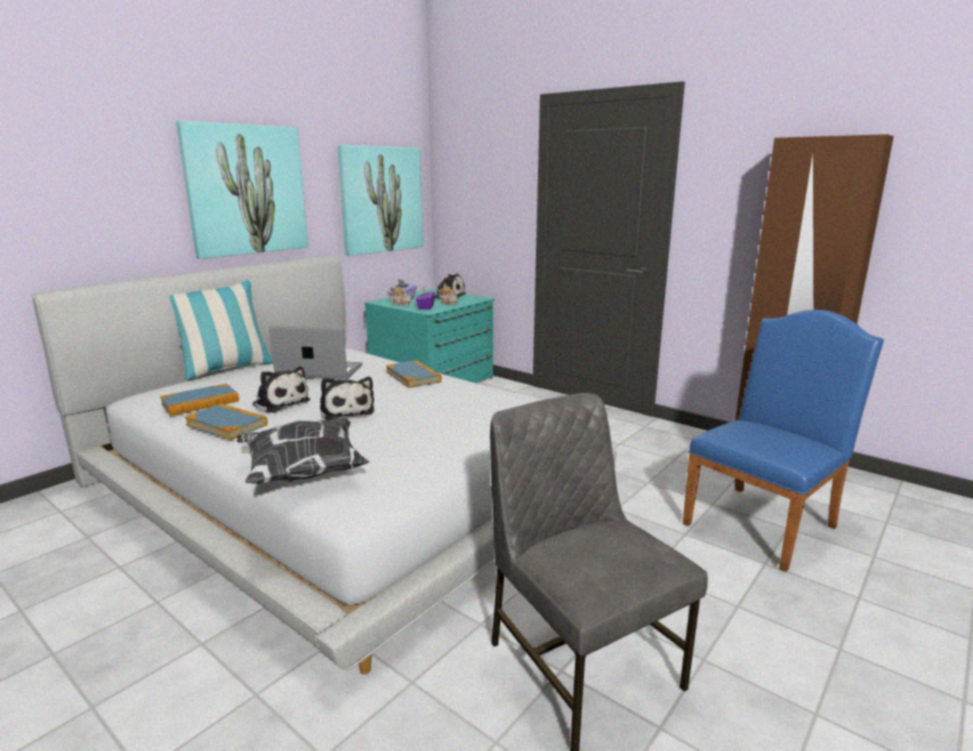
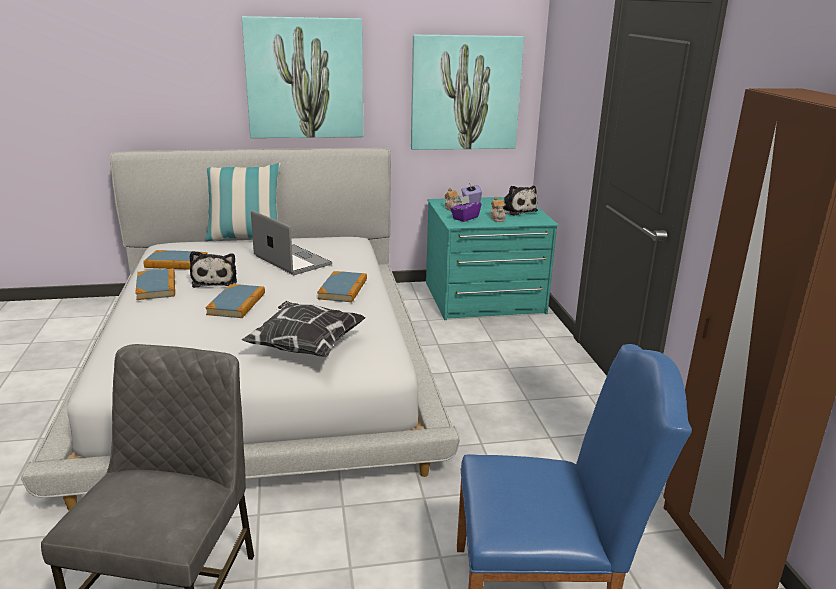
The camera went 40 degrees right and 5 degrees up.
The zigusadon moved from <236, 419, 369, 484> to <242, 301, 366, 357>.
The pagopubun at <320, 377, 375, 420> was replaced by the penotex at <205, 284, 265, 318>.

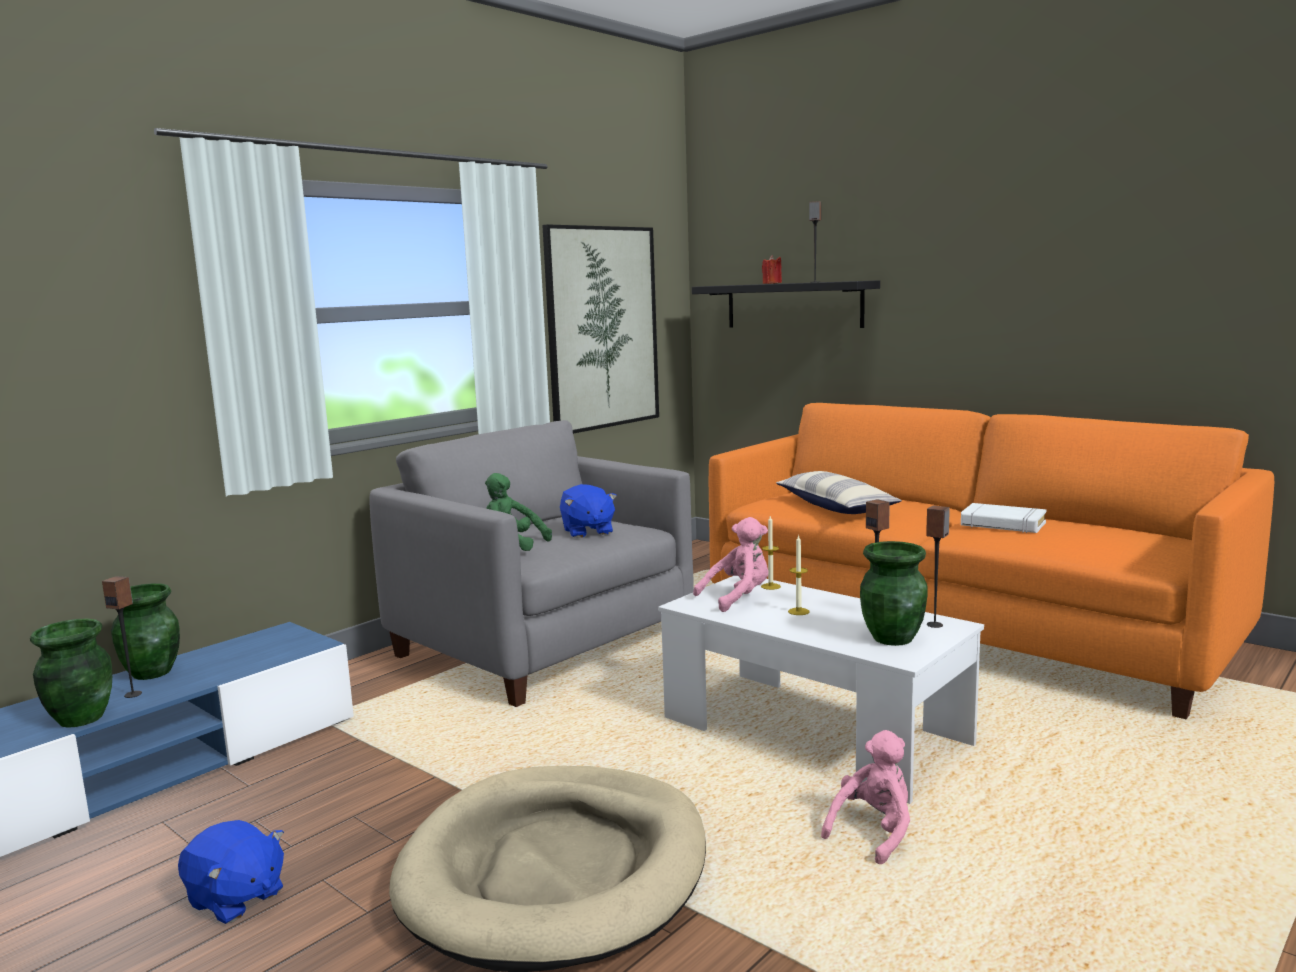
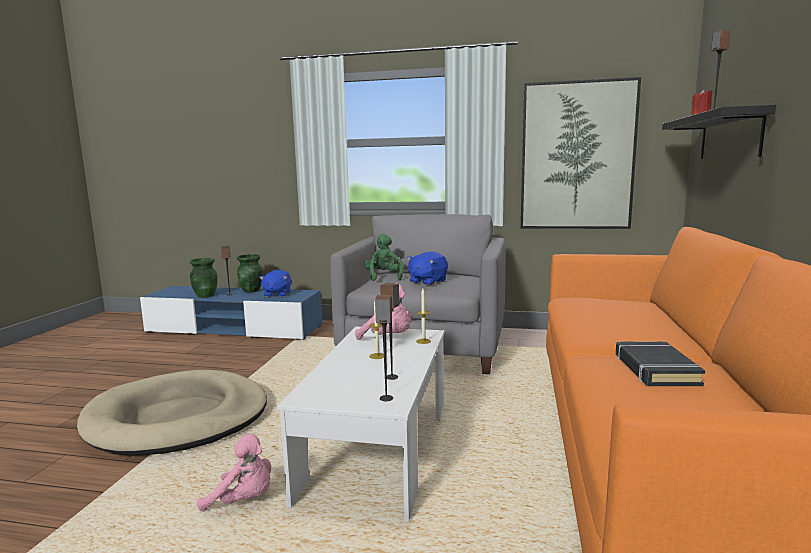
The camera went 60 degrees right and 0 degrees up.
The zigusadon at <776, 471, 902, 514> disappeared.
The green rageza at <860, 541, 927, 646> disappeared.
The blue pagopubun moved from <178, 820, 284, 924> to <259, 270, 291, 297>.
The white penotex at <961, 503, 1047, 533> became the black penotex at <616, 341, 705, 386>.

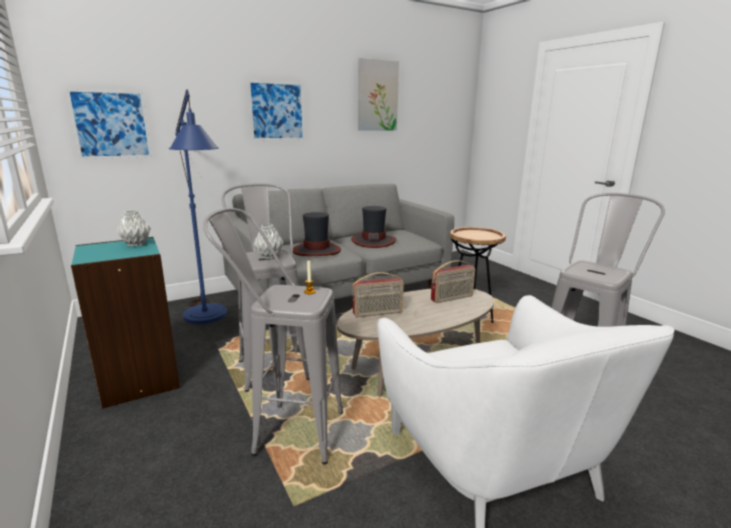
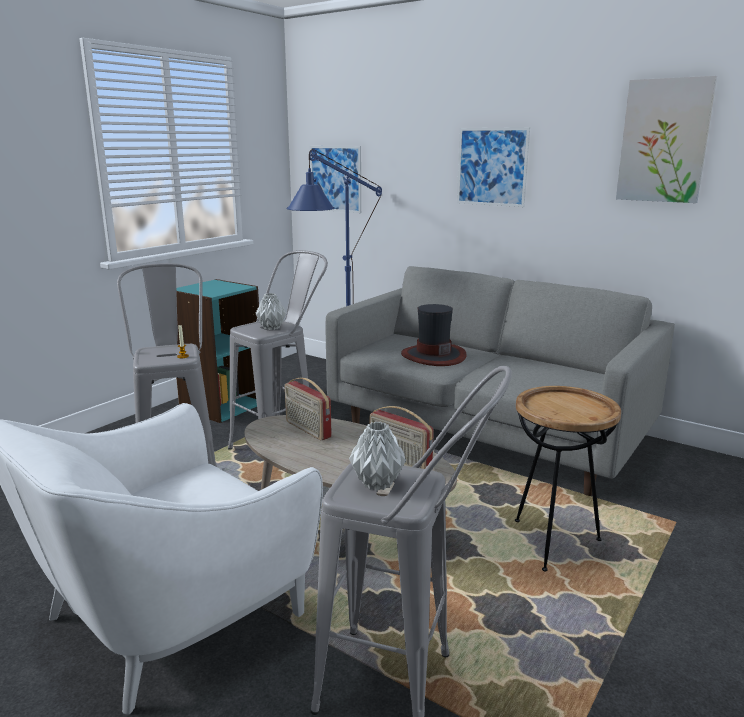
The camera went 65 degrees right and 0 degrees up.
The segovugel at <351, 206, 396, 248> disappeared.
The grey rageza moved from <117, 210, 151, 247> to <349, 422, 406, 491>.

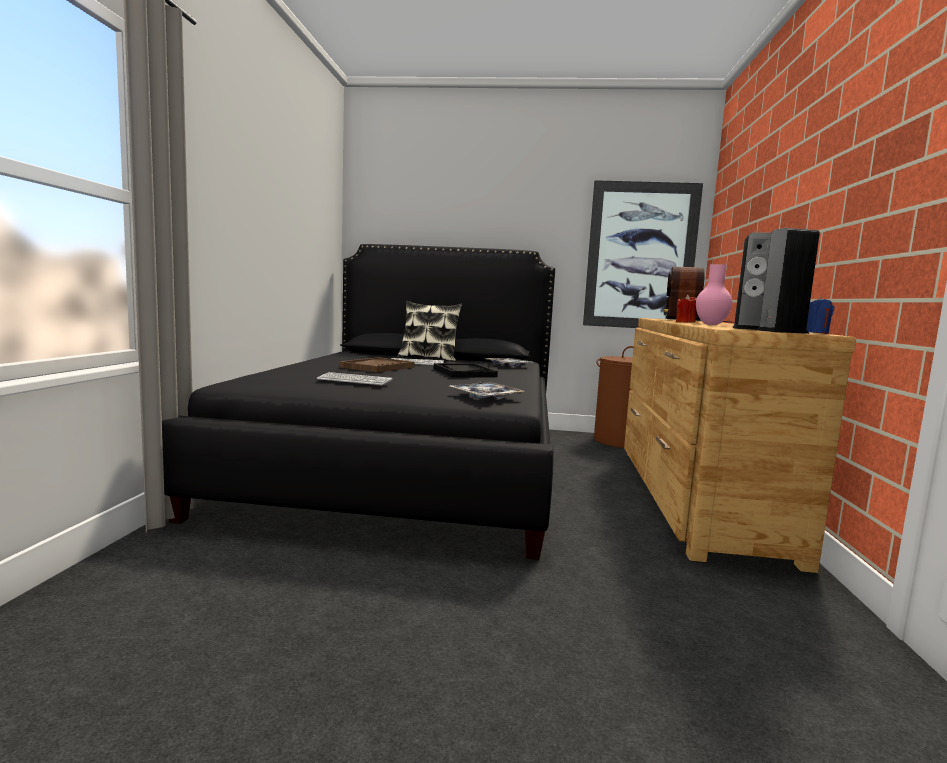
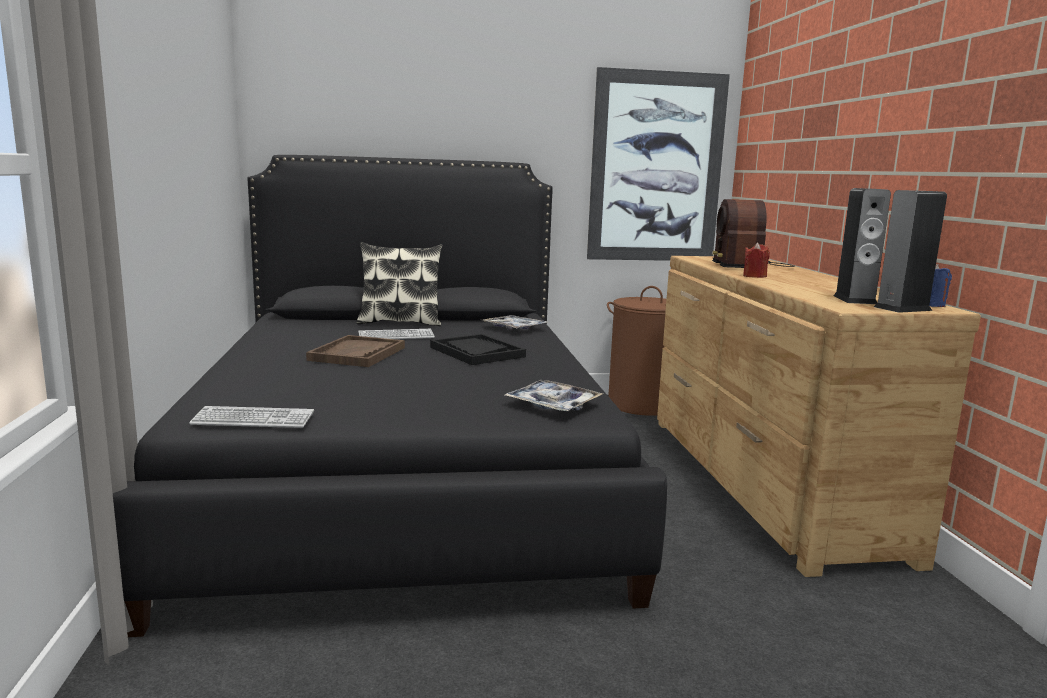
The camera went 15 degrees left and 5 degrees up.
The pink rageza at <696, 264, 732, 325> disappeared.
The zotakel moved from <317, 372, 393, 385> to <189, 406, 314, 428>.

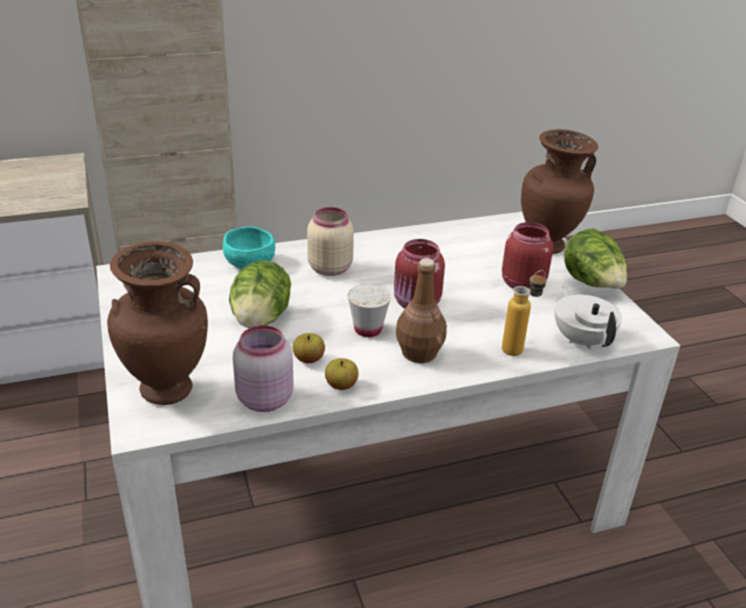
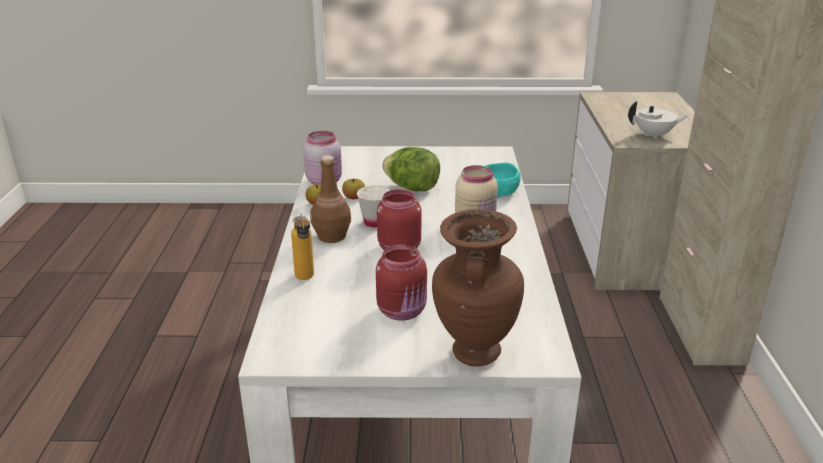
The camera went 110 degrees right and 5 degrees down.
The brown rageza at <107, 241, 208, 405> disappeared.
The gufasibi at <564, 229, 627, 288> disappeared.
The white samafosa moved from <554, 286, 622, 349> to <628, 101, 689, 139>.

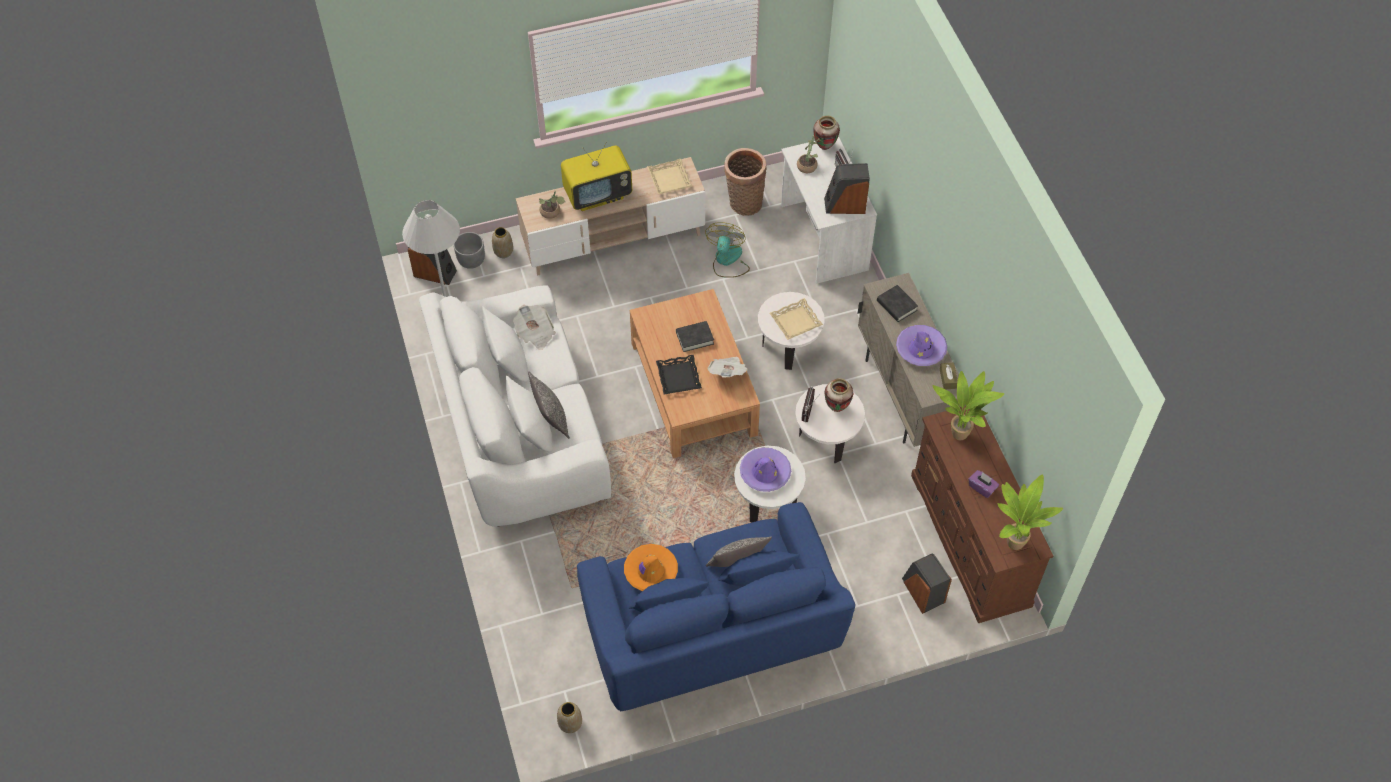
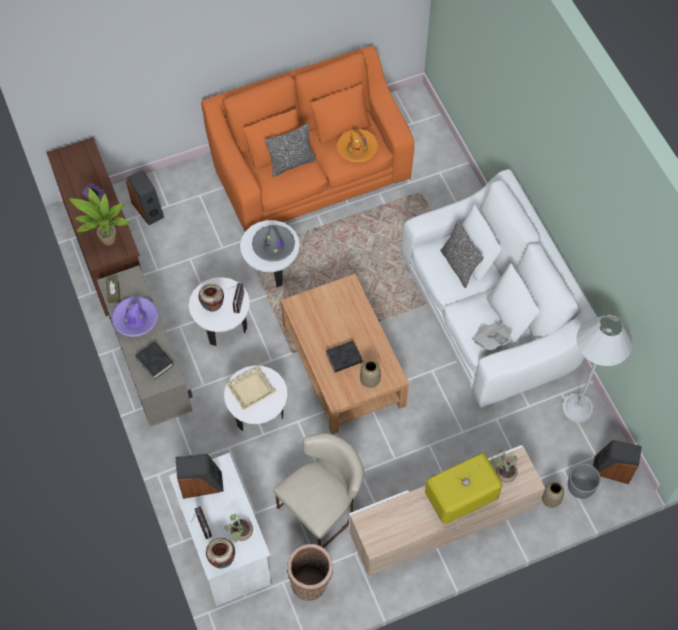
The camera went 175 degrees right and 5 degrees up.
The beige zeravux at <647, 159, 692, 195> disappeared.
The black zeravux at <656, 355, 702, 395> disappeared.
The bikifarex at <707, 357, 748, 378> disappeared.
The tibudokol at <998, 474, 1063, 550> disappeared.
The rageza moved from <557, 702, 582, 733> to <360, 361, 381, 388>.
The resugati at <705, 222, 750, 278> was replaced by the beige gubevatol at <273, 433, 364, 548>.
The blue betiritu at <577, 502, 855, 711> became the orange betiritu at <201, 46, 414, 231>.
The purple segovugel at <740, 448, 791, 492> became the grey segovugel at <252, 225, 295, 261>.

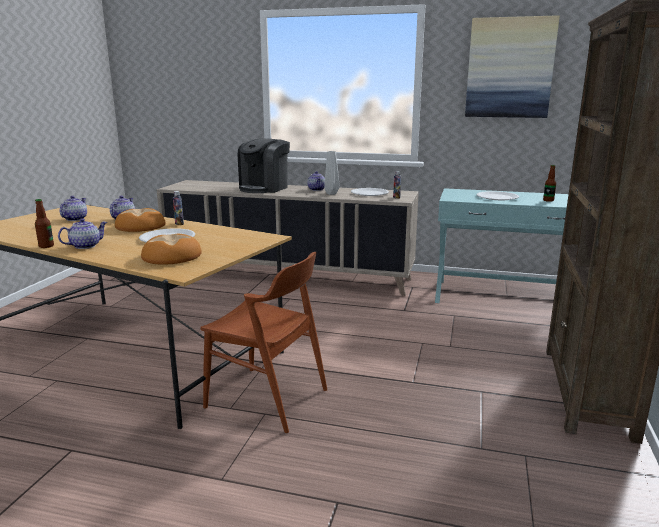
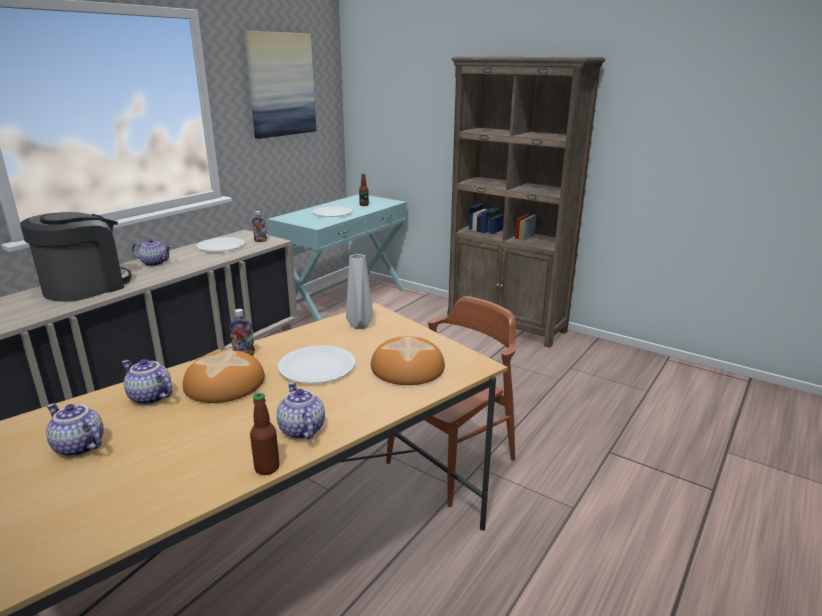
The camera went 70 degrees left and 5 degrees up.
The grey rageza moved from <324, 151, 340, 195> to <346, 254, 373, 329>.
The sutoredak at <237, 139, 290, 193> turned 105 degrees counterclockwise.

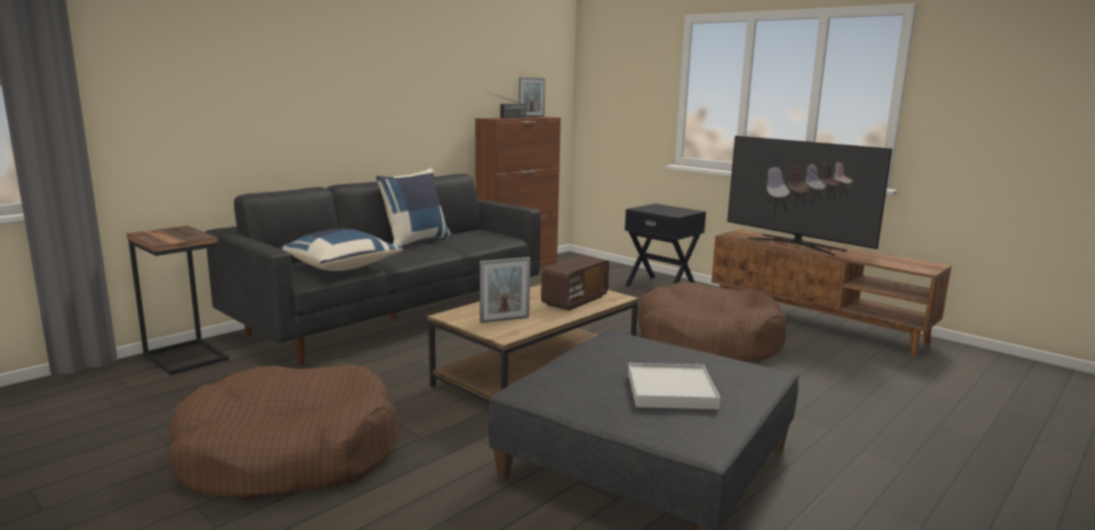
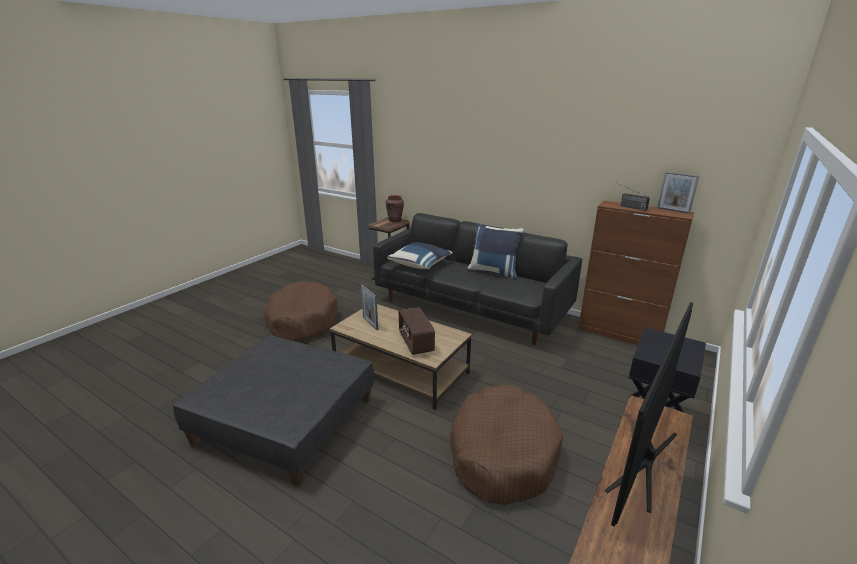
The camera went 80 degrees right and 10 degrees up.
The white zeravux at <628, 363, 721, 409> disappeared.
The brown rageza at <386, 195, 404, 222> appeared.
The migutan at <541, 255, 609, 311> turned 45 degrees clockwise.

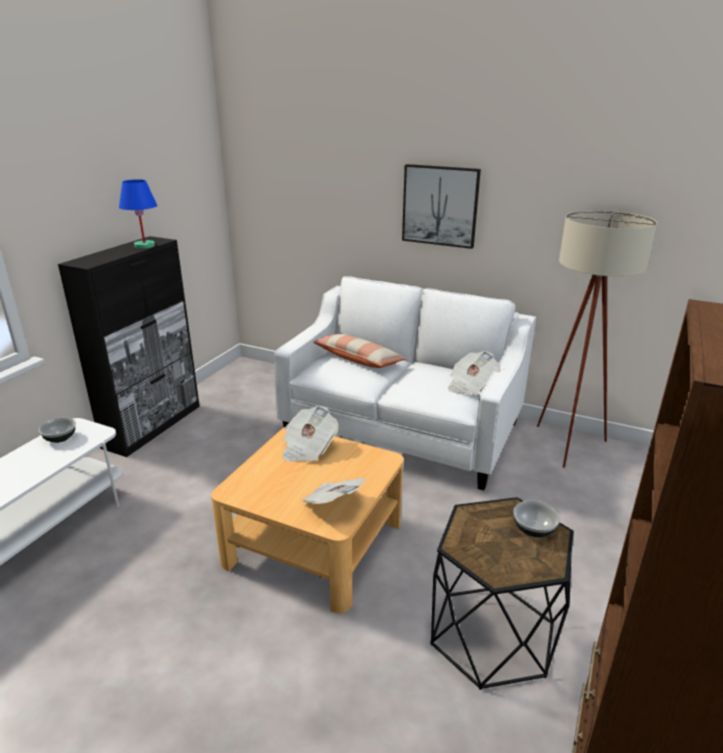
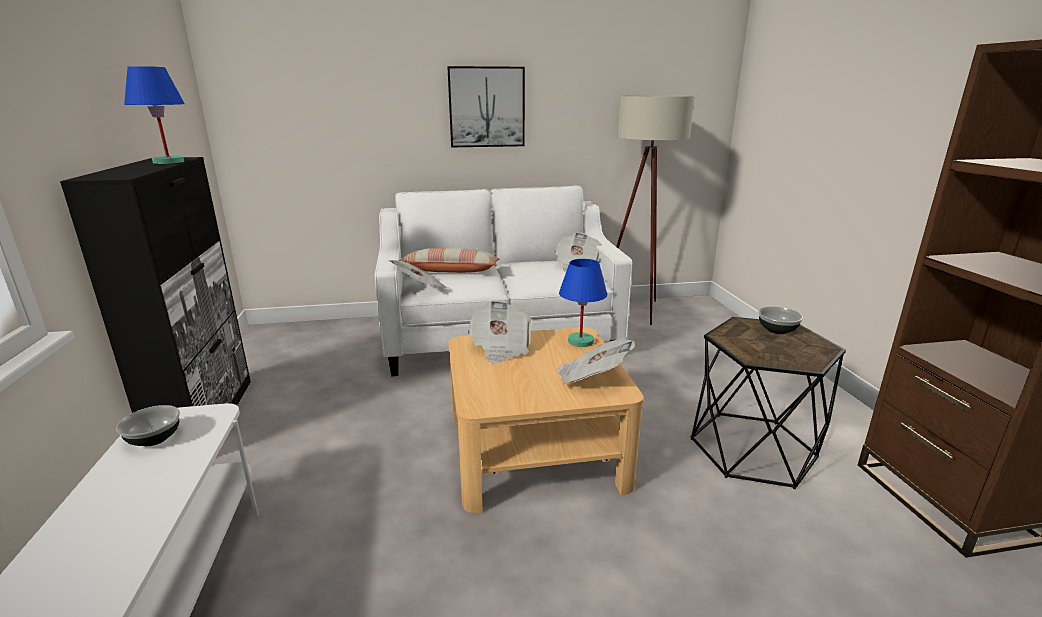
The camera went 35 degrees left and 5 degrees down.
The bikifarex at <388, 260, 448, 288> appeared.
The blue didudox at <559, 259, 607, 347> appeared.

